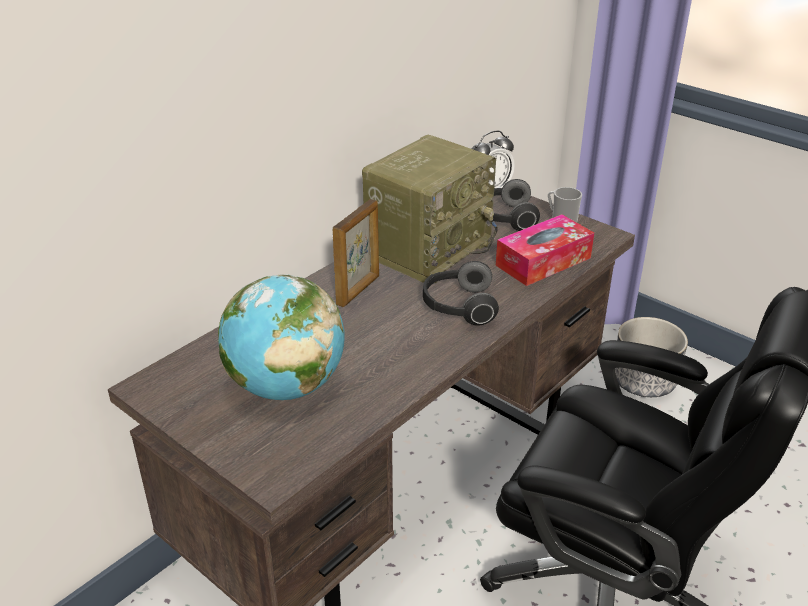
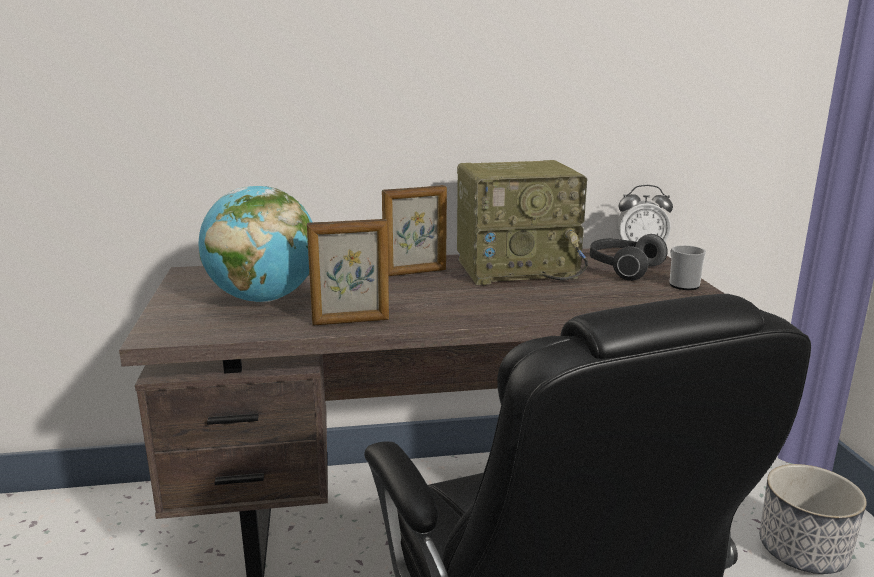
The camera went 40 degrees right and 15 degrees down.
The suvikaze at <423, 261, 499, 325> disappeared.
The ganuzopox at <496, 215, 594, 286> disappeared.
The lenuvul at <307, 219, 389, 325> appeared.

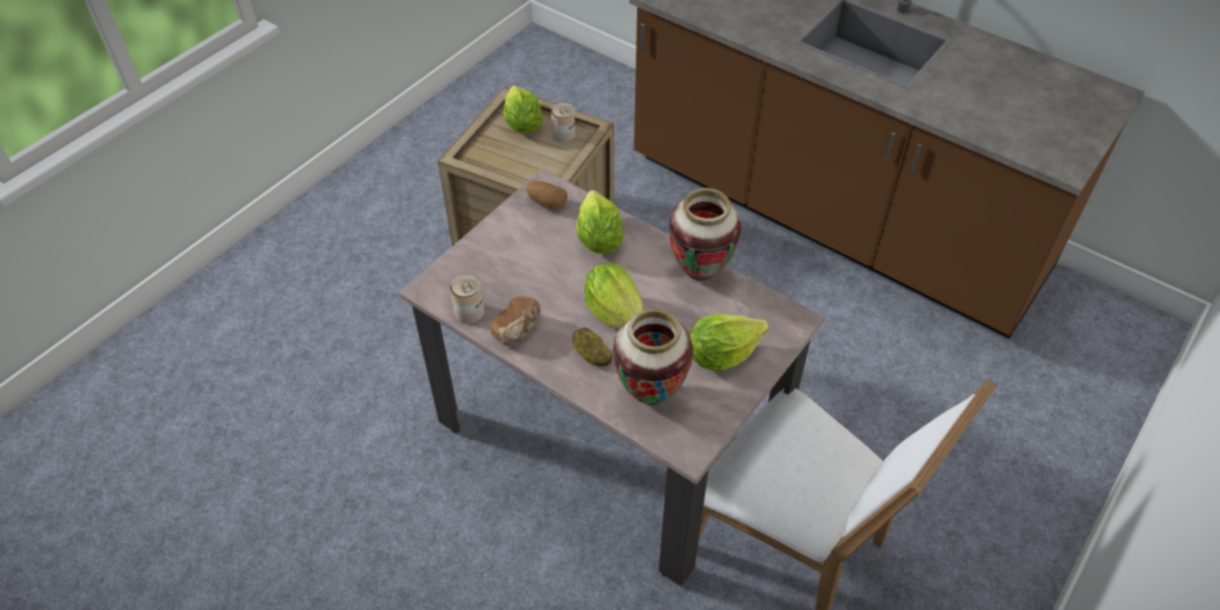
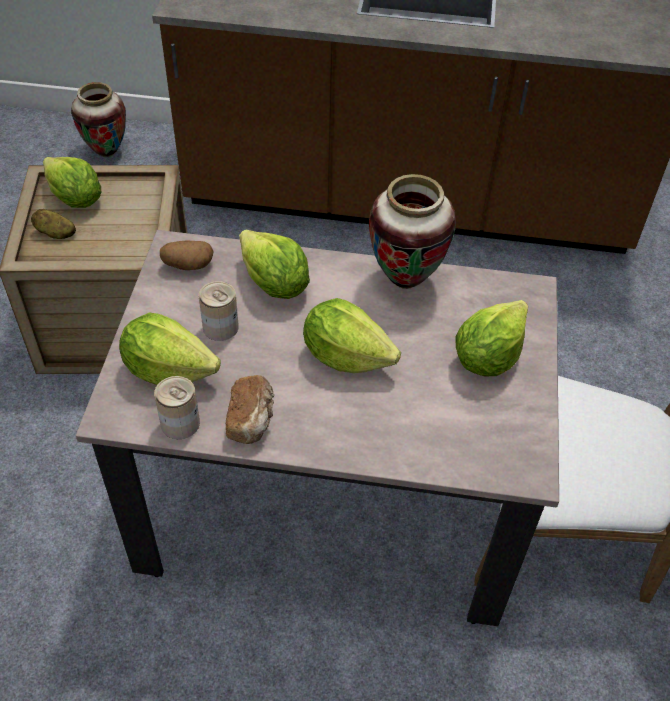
The camera went 30 degrees left and 0 degrees up.
The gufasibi at <119, 313, 221, 385> appeared.
The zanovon moved from <551, 103, 575, 142> to <199, 281, 239, 341>.
The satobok moved from <572, 327, 612, 366> to <31, 209, 76, 239>.
The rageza moved from <613, 309, 694, 405> to <71, 82, 126, 157>.

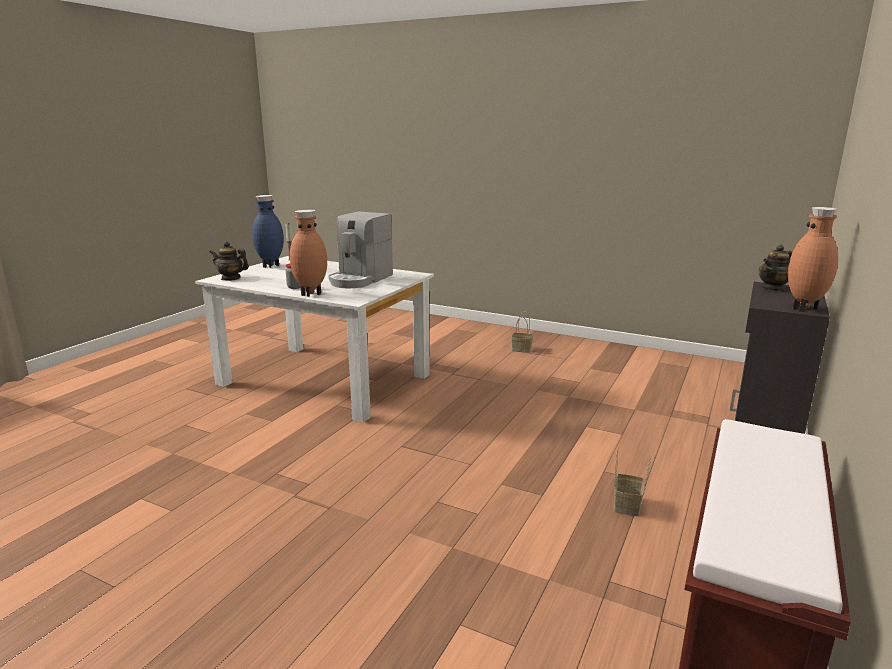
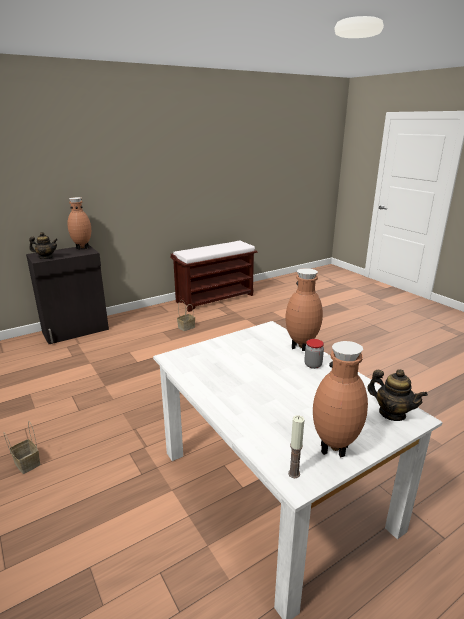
The camera went 150 degrees left and 5 degrees up.
The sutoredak at <328, 211, 393, 288> disappeared.
The blue rageza at <252, 195, 284, 268> became the brown rageza at <313, 341, 368, 458>.

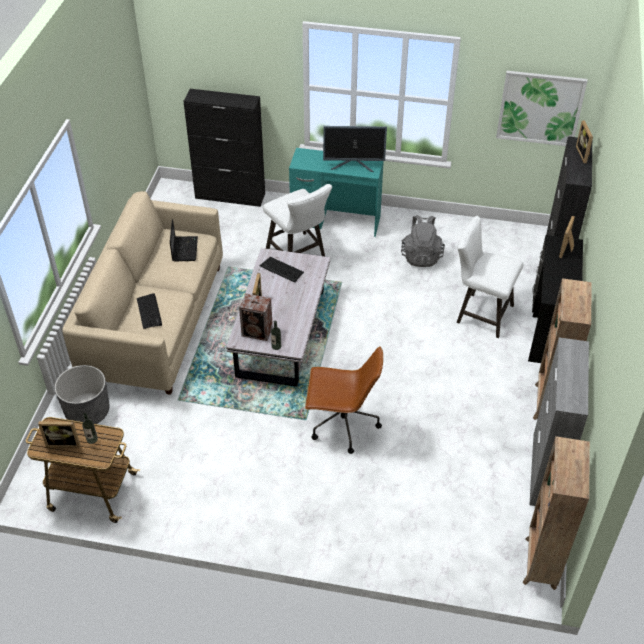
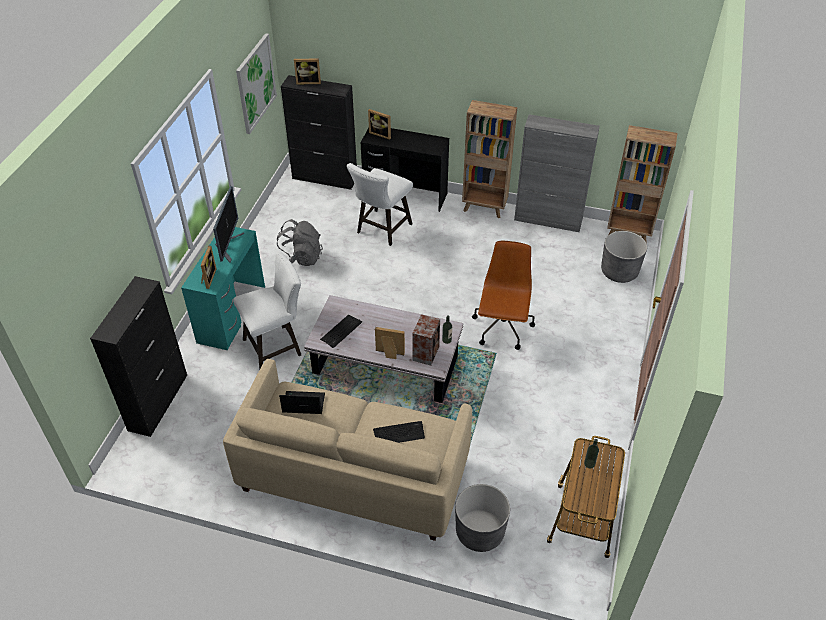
The camera went 85 degrees left and 0 degrees up.
The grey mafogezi at <601, 231, 647, 283> appeared.
The lenuvul moved from <38, 421, 80, 448> to <201, 246, 216, 289>.

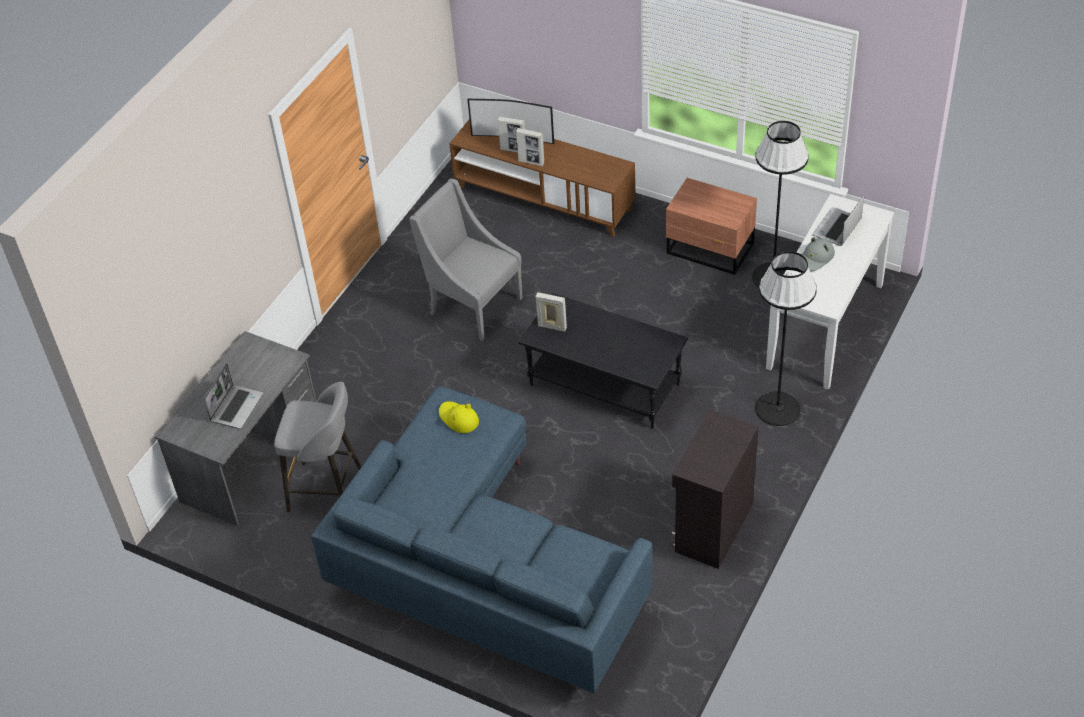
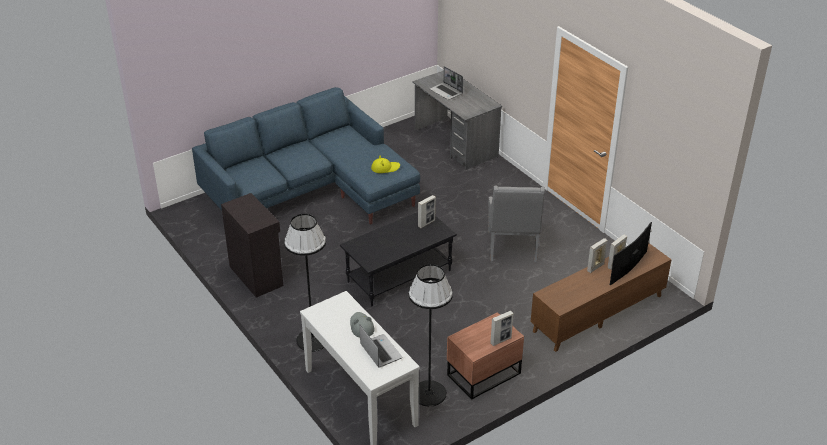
The camera went 115 degrees right and 10 degrees down.
The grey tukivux at <274, 382, 361, 512> disappeared.
The lenuvul at <490, 311, 513, 346> appeared.
The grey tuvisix at <409, 178, 522, 341> turned 120 degrees clockwise.

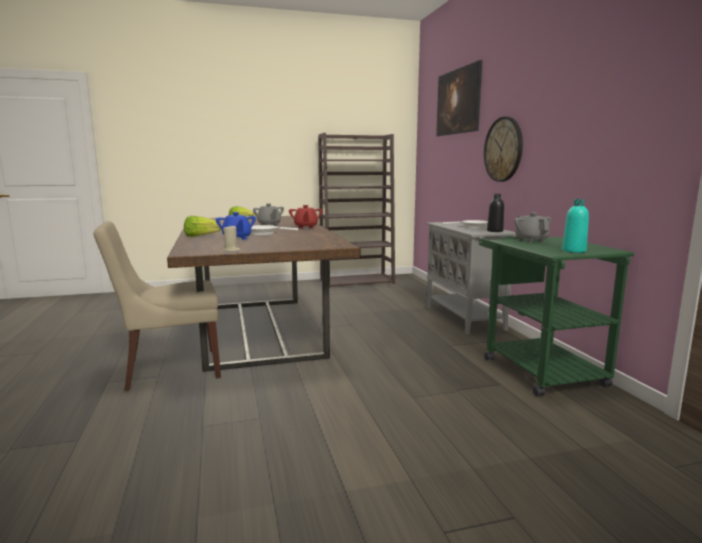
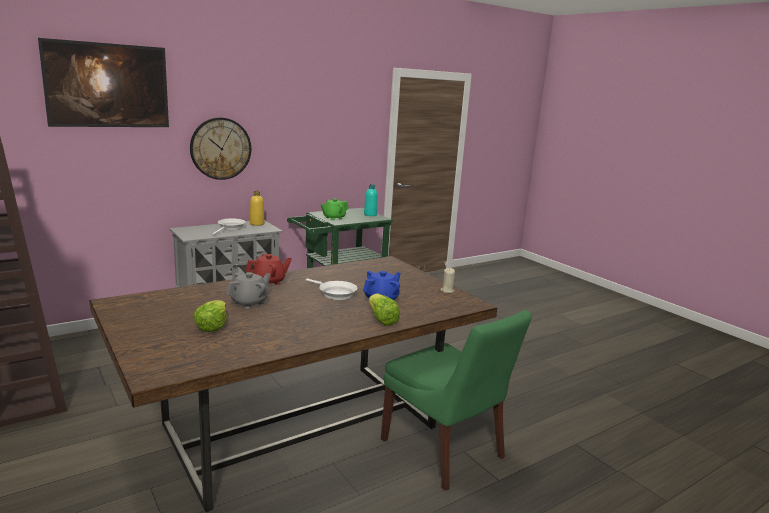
The camera went 110 degrees left and 5 degrees up.
The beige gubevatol at <93, 221, 221, 391> became the green gubevatol at <381, 310, 532, 491>.
The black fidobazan at <487, 194, 504, 232> became the yellow fidobazan at <250, 191, 264, 226>.
The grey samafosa at <514, 212, 551, 243> became the green samafosa at <321, 199, 349, 220>.

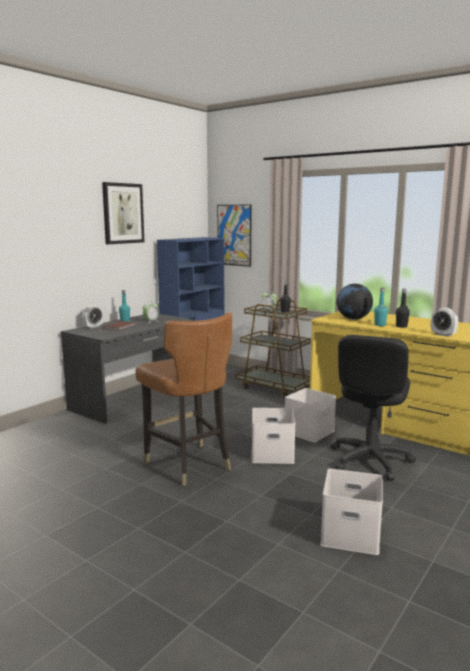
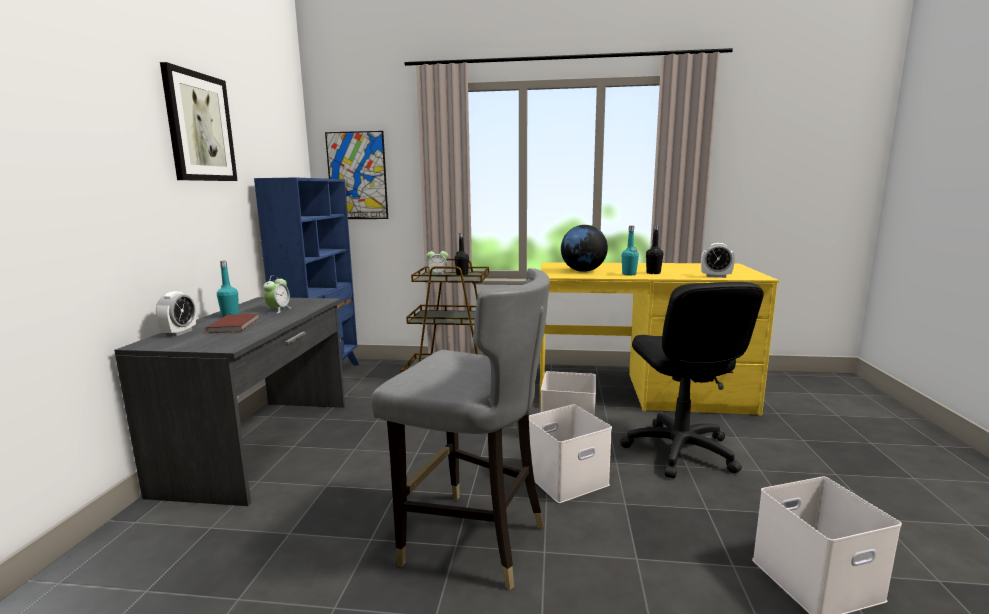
The camera went 30 degrees left and 0 degrees up.
The brown gubevatol at <135, 312, 232, 486> became the grey gubevatol at <371, 268, 550, 590>.

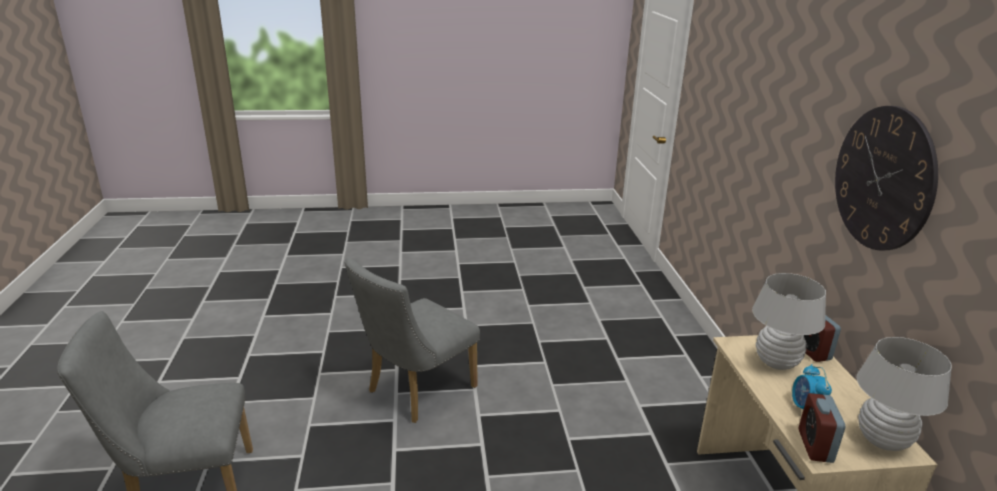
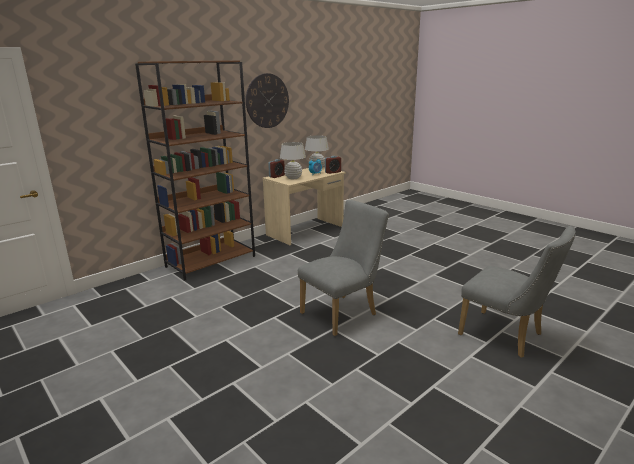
The camera went 125 degrees left and 5 degrees down.
The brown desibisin at <135, 60, 255, 281> appeared.
The grey gubevatol at <344, 257, 480, 423> turned 45 degrees counterclockwise.

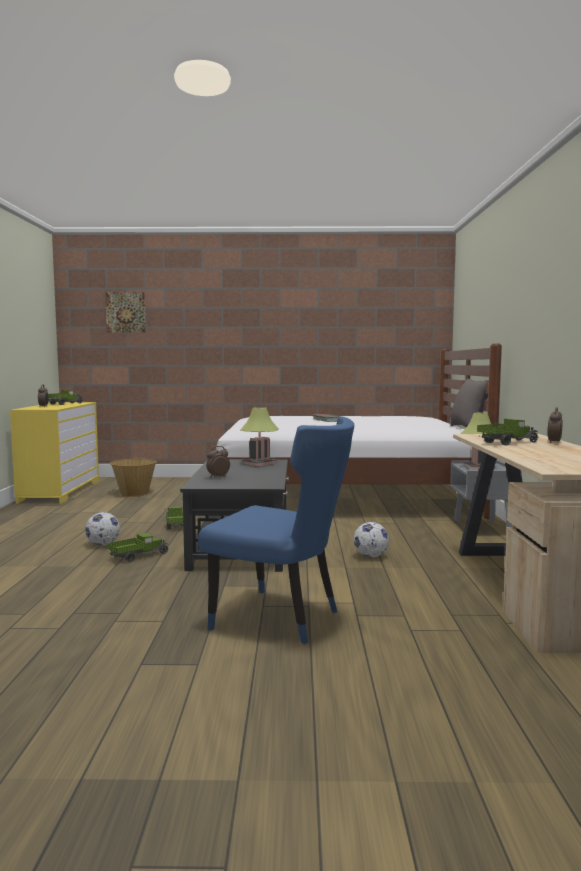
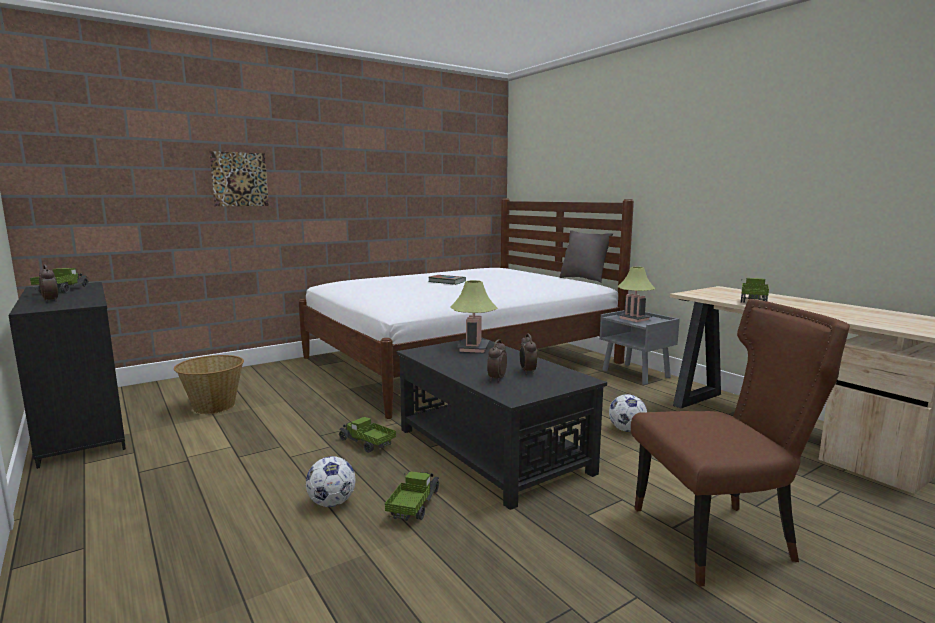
The camera went 35 degrees left and 5 degrees up.
The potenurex moved from <105, 292, 146, 333> to <209, 151, 269, 206>.
The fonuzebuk moved from <548, 407, 562, 443> to <520, 334, 537, 375>.
The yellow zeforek at <10, 402, 99, 504> became the black zeforek at <8, 282, 126, 469>.
The blue gubevatol at <198, 416, 354, 644> became the brown gubevatol at <631, 299, 850, 587>.

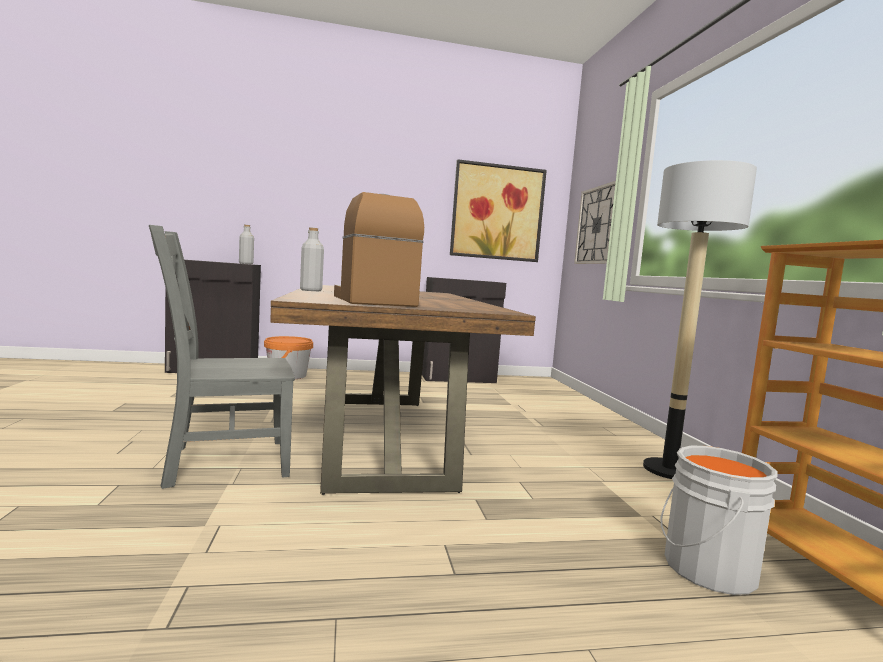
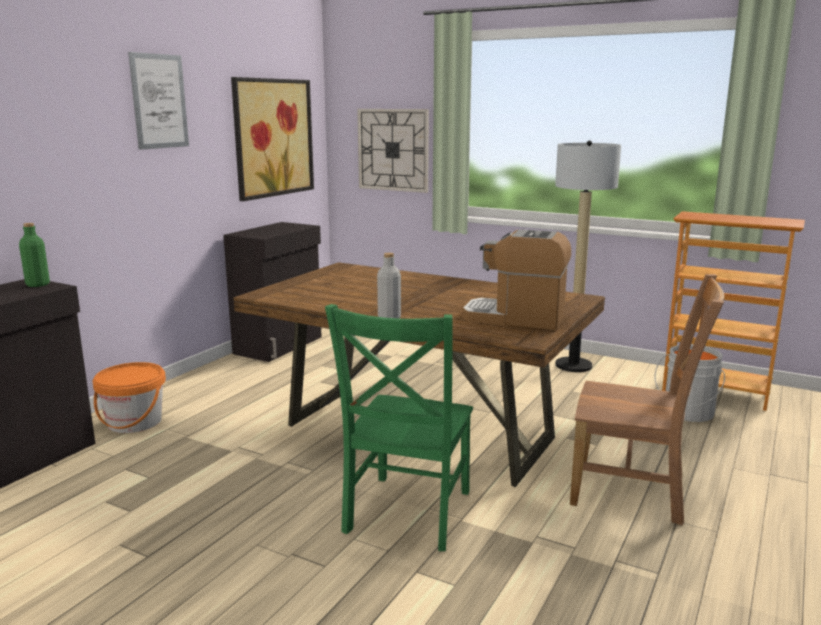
The camera went 50 degrees left and 10 degrees up.
The potenurex at <128, 52, 189, 150> appeared.
The brown gubevatol at <570, 274, 725, 525> appeared.
The grey gubevatol at <149, 225, 295, 489> became the green gubevatol at <325, 304, 473, 551>.
The grey fidobazan at <239, 225, 254, 264> became the green fidobazan at <19, 223, 50, 287>.

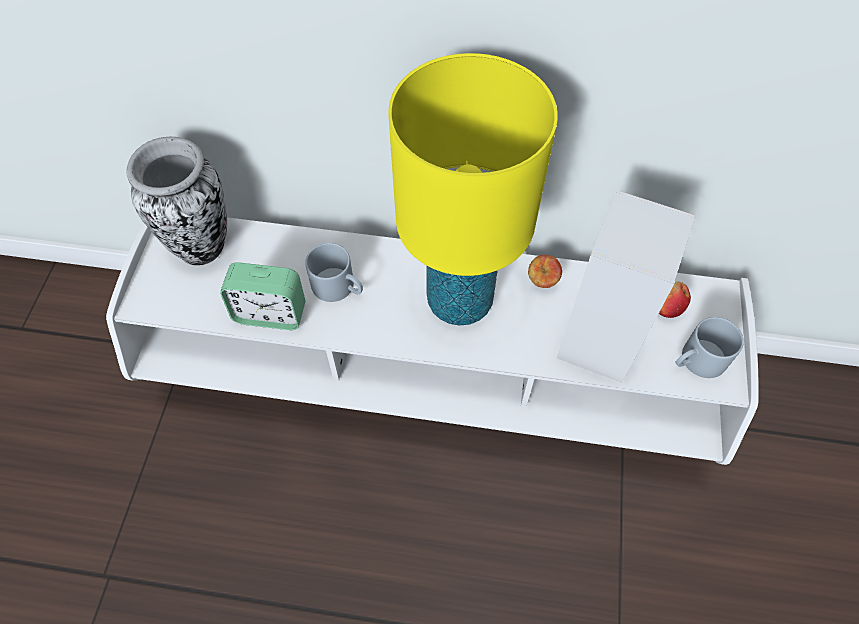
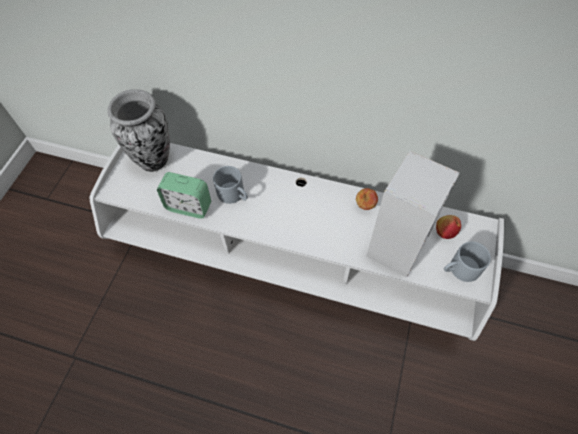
The camera went 10 degrees right and 0 degrees up.
The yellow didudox at <388, 53, 558, 326> disappeared.

